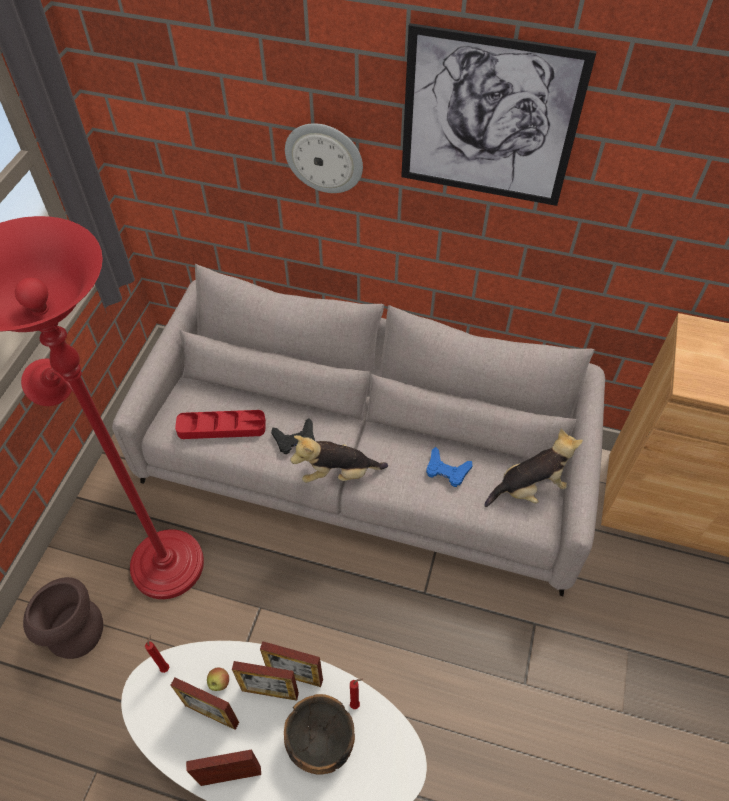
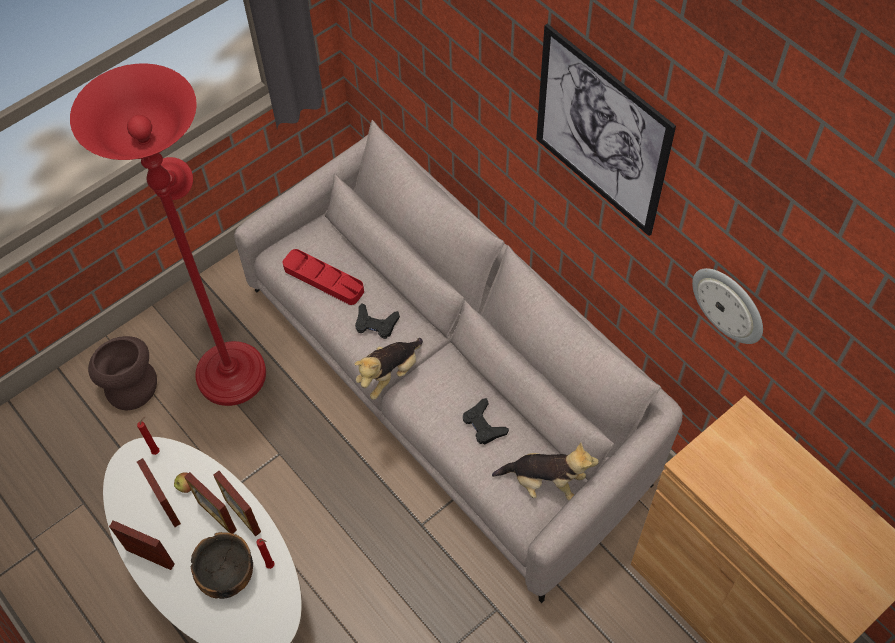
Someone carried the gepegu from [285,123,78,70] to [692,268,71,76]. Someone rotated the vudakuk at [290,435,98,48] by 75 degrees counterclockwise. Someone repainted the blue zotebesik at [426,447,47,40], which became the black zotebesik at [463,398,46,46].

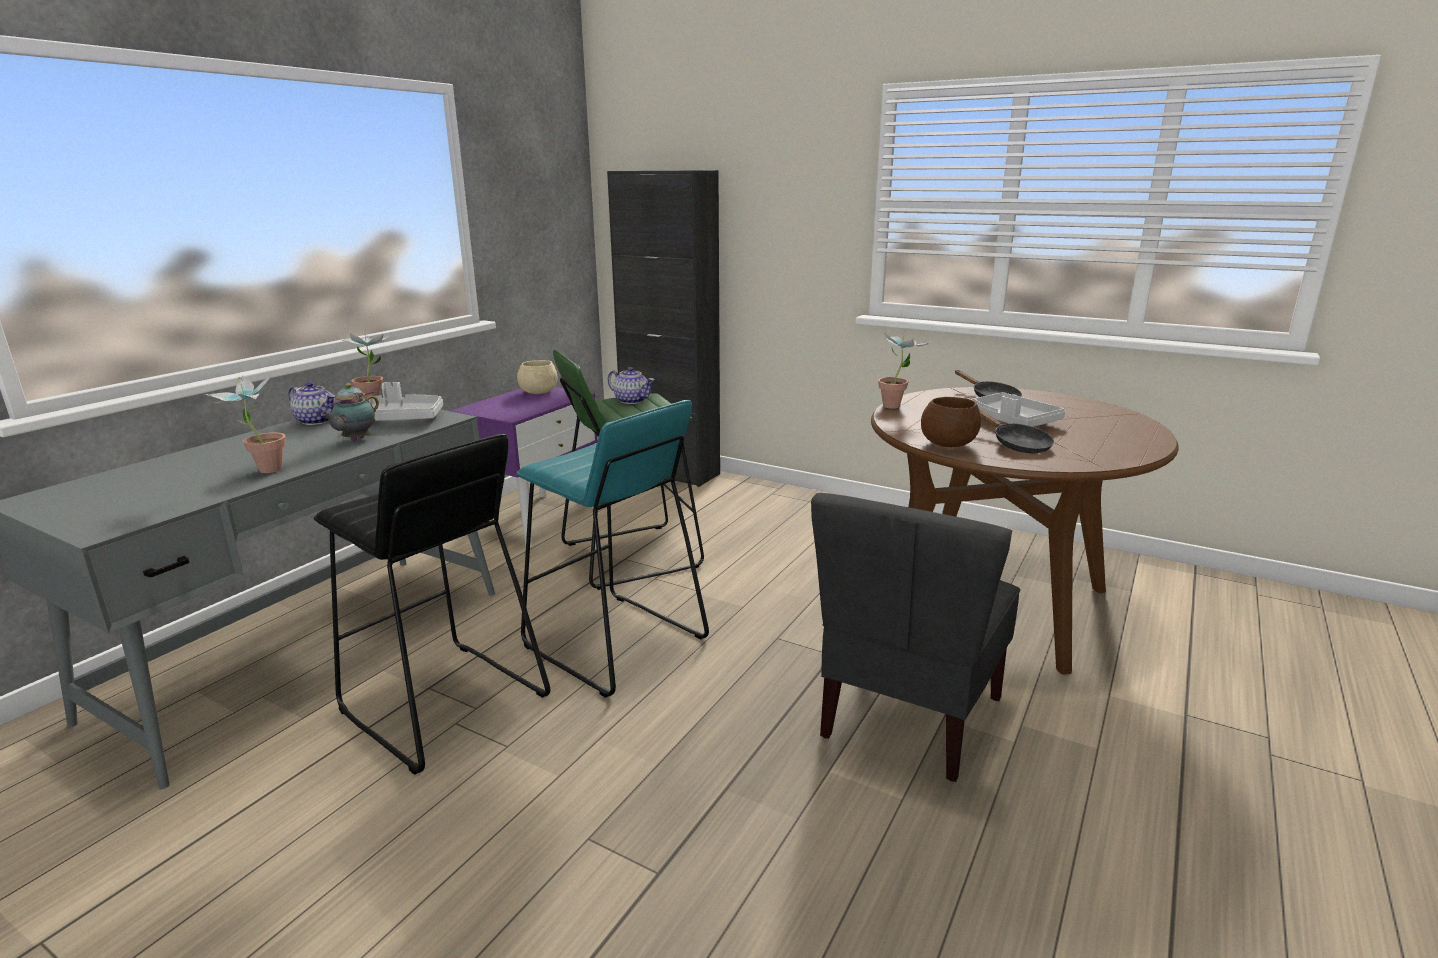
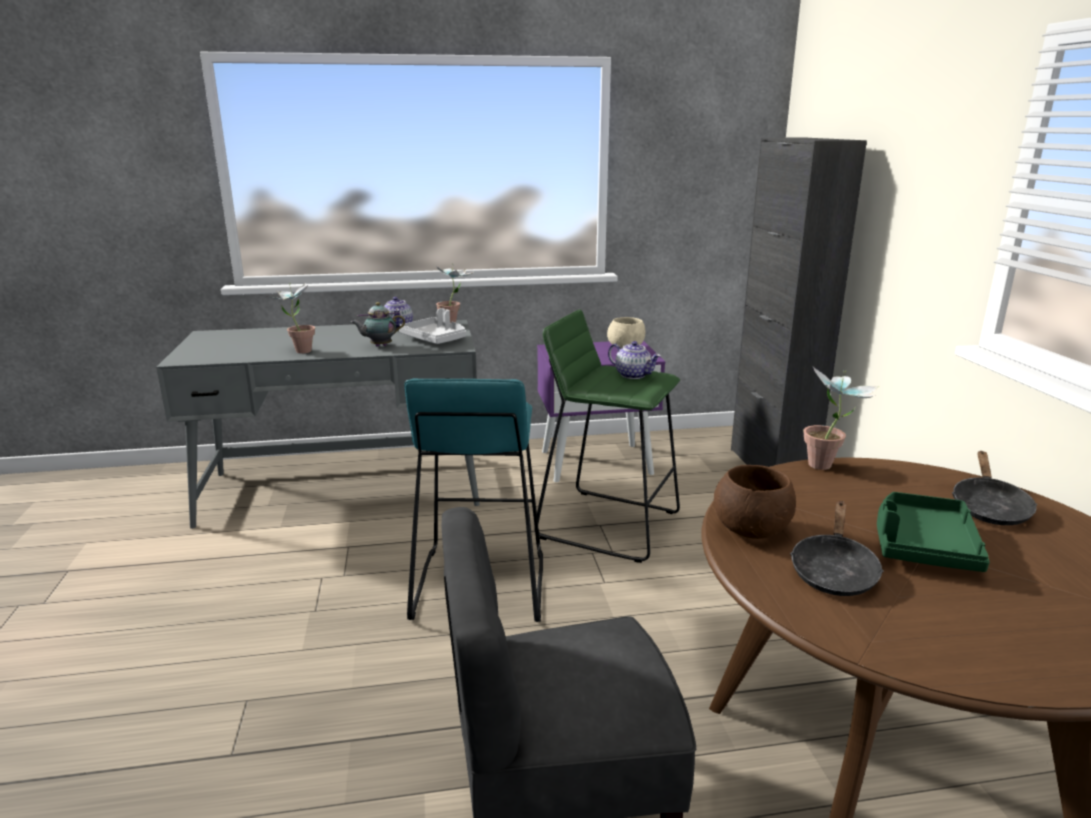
Someone took away the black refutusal at [314,434,236,341]. Someone rotated the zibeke at [608,367,46,37] by 45 degrees counterclockwise. Someone repainted the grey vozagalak at [974,392,91,35], which became the green vozagalak at [877,492,113,80].

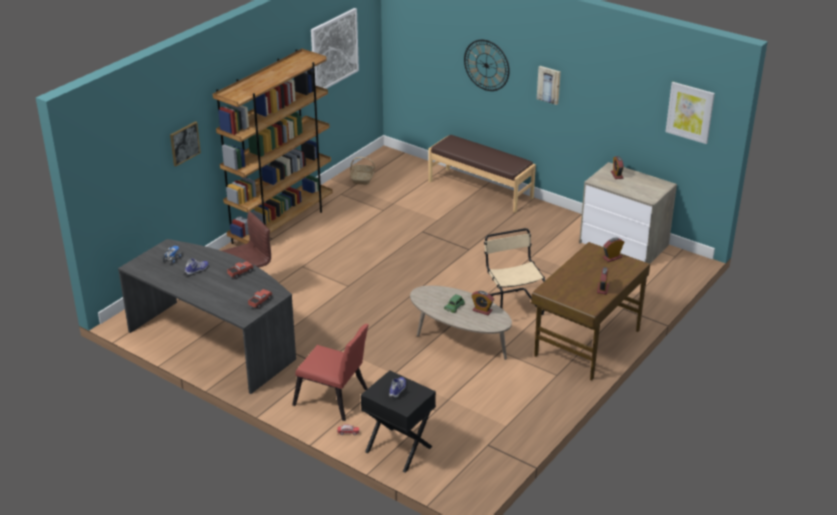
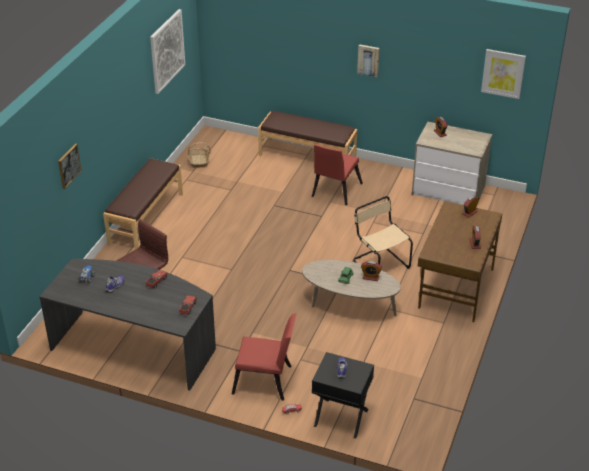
Someone swapped the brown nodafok at [212,49,121,195] for the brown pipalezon at [103,158,80,92]. Someone took away the gepegu at [464,40,46,51]. Someone put down the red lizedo at [312,144,51,61].

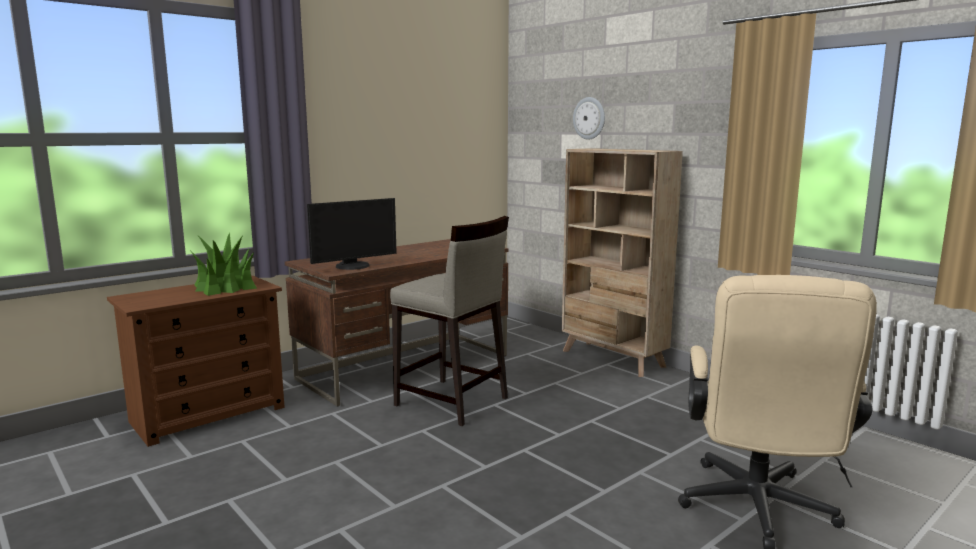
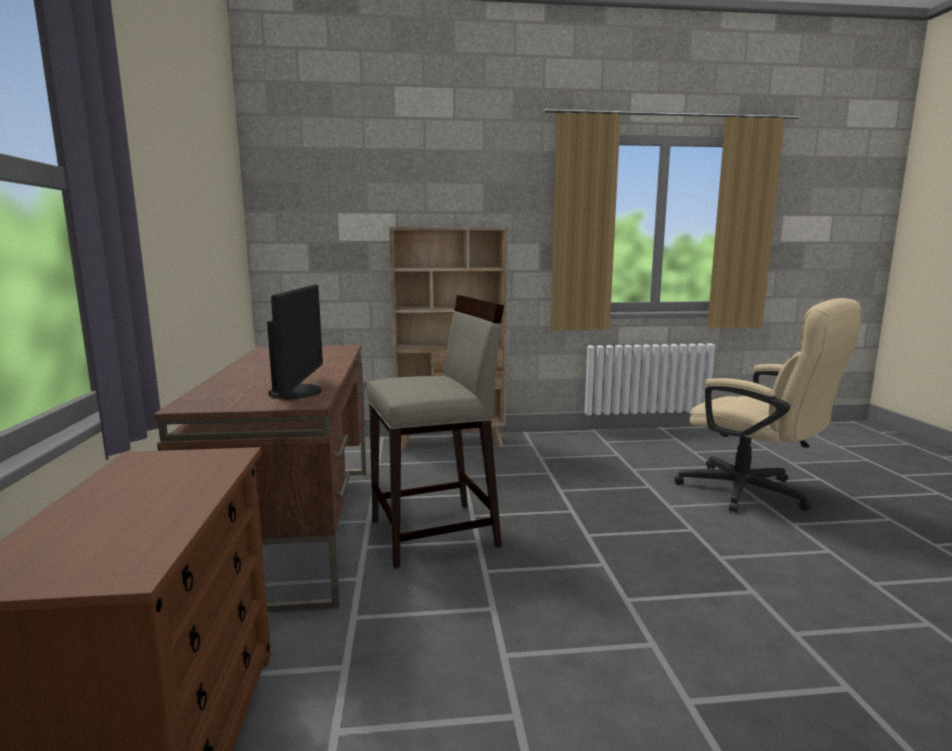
Someone took away the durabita at [191,233,66,63]. Someone took away the gepegu at [573,97,32,43].

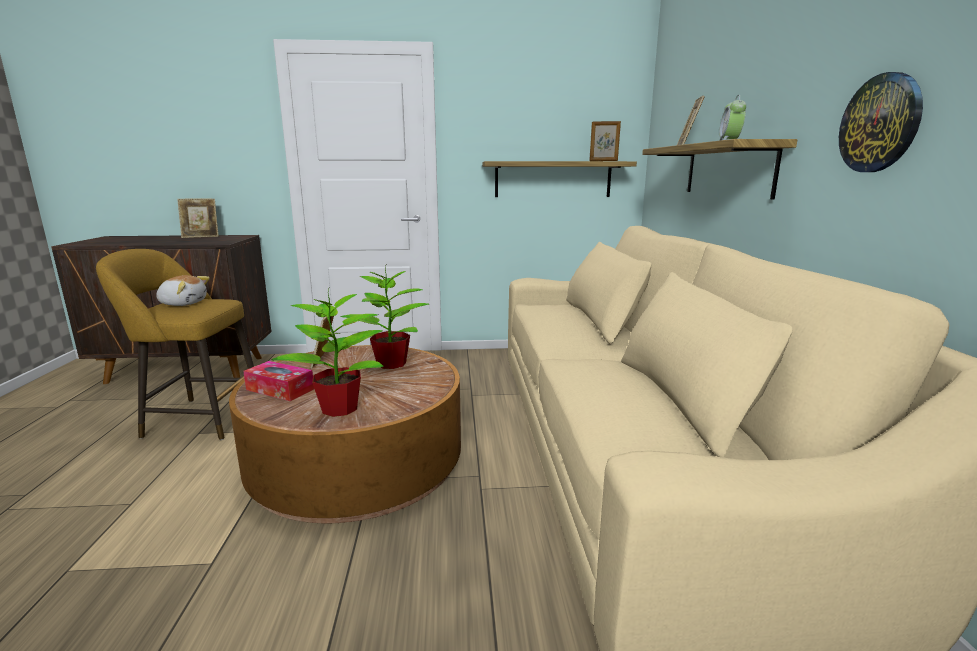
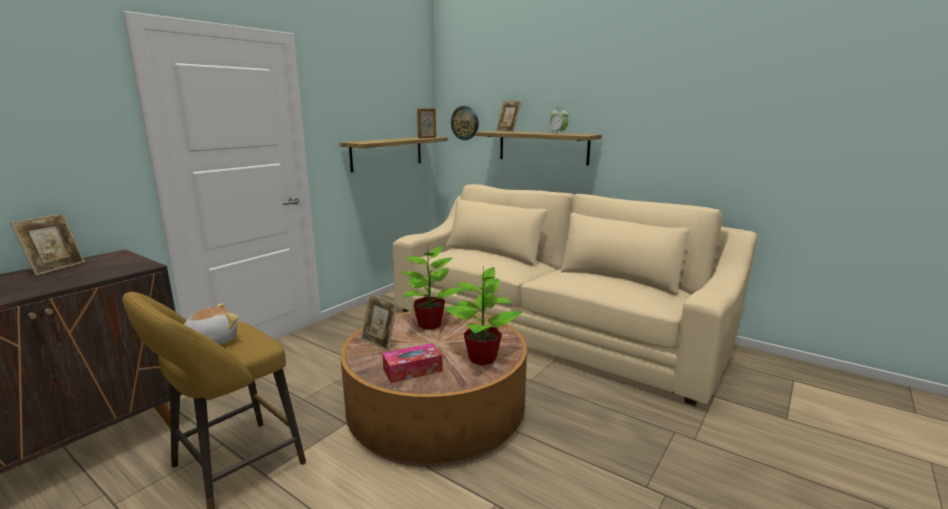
Someone carried the gepegu from [839,72,84,100] to [451,106,28,34].

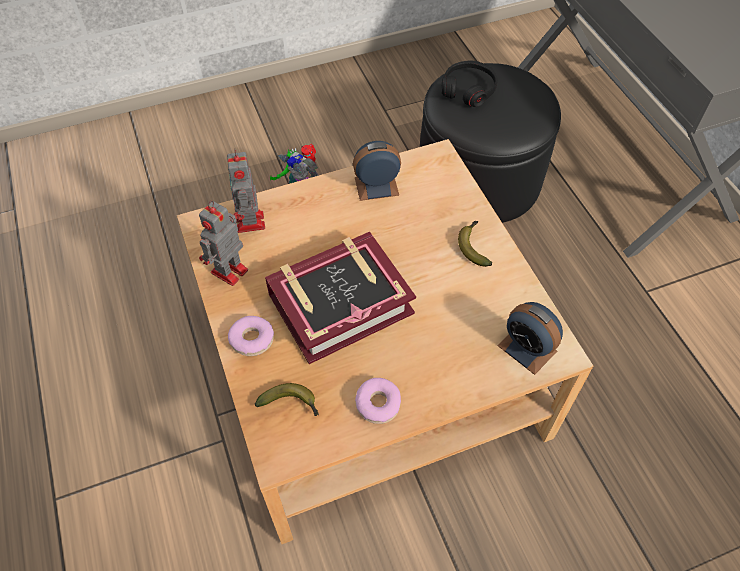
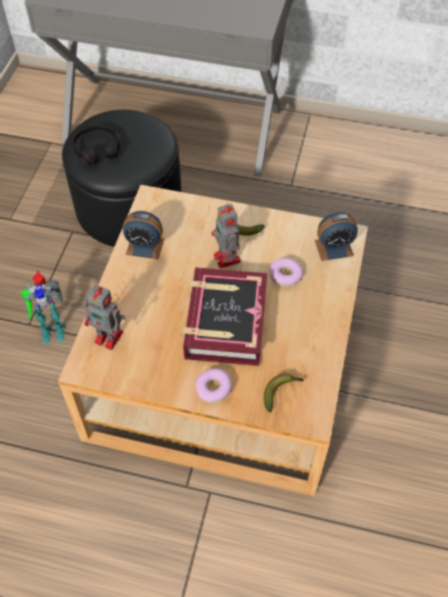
Someone carried the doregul from [199,201,49,85] to [212,203,29,66]. Someone rotated the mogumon at [353,141,48,60] by 105 degrees counterclockwise. Someone carried the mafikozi from [355,378,46,46] to [269,258,34,29].

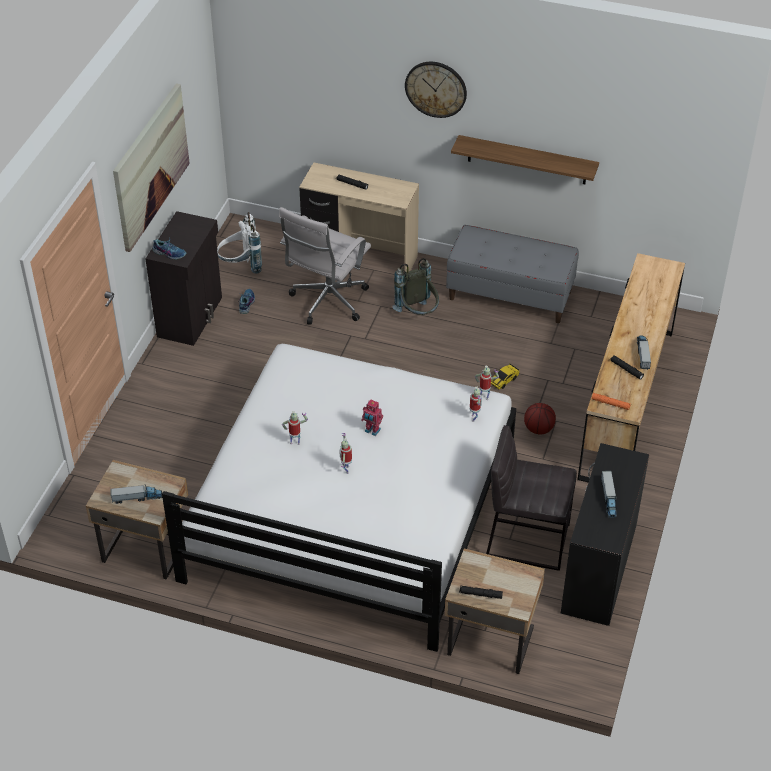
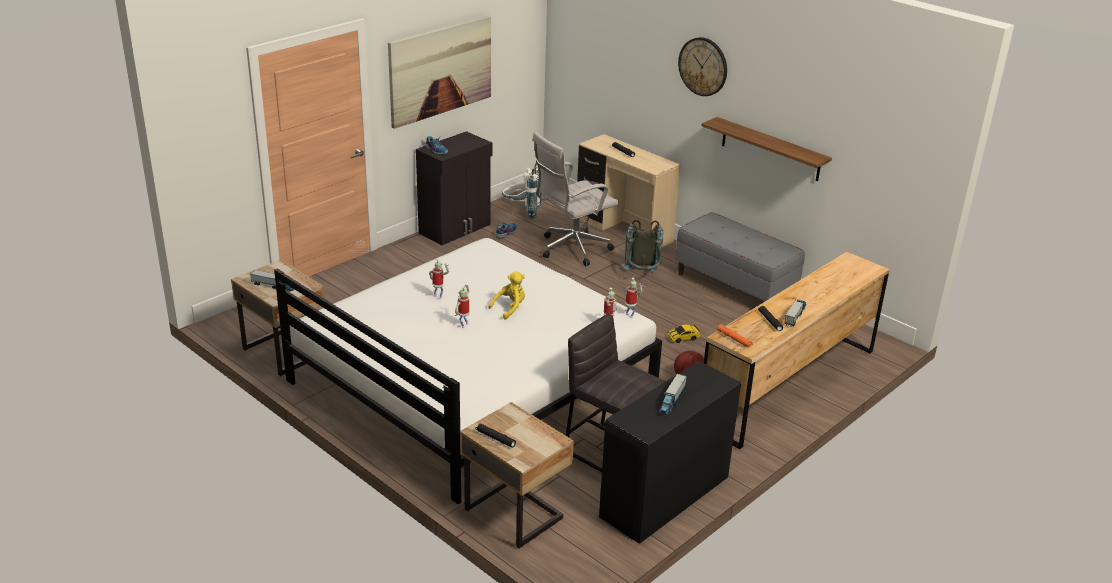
Someone swapped the doregul at [361,399,22,37] for the yellow vudakuk at [488,271,37,49].

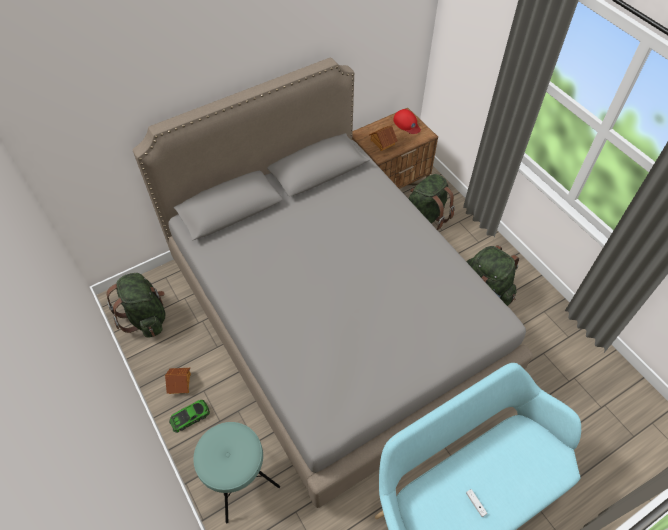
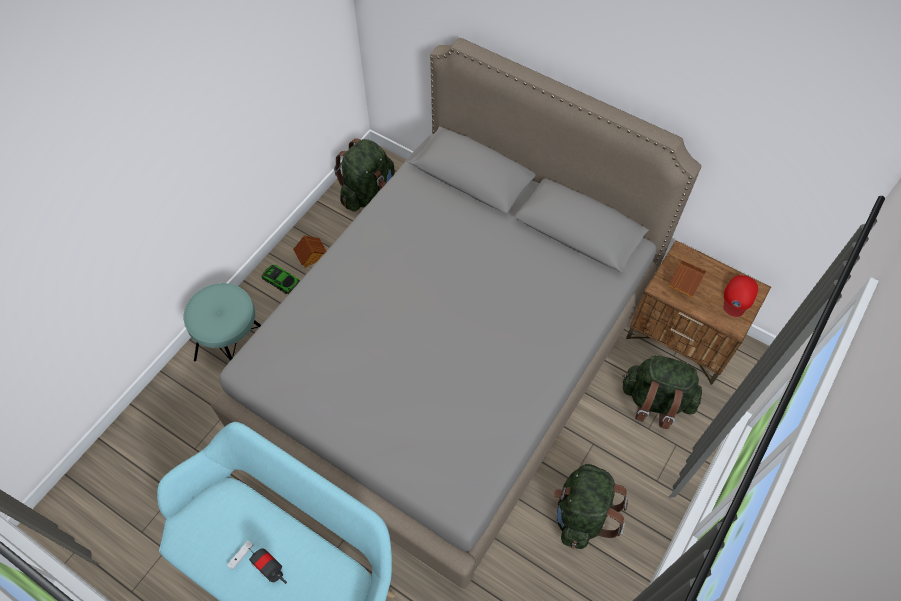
Someone put down the doregul at [248,548,39,36].

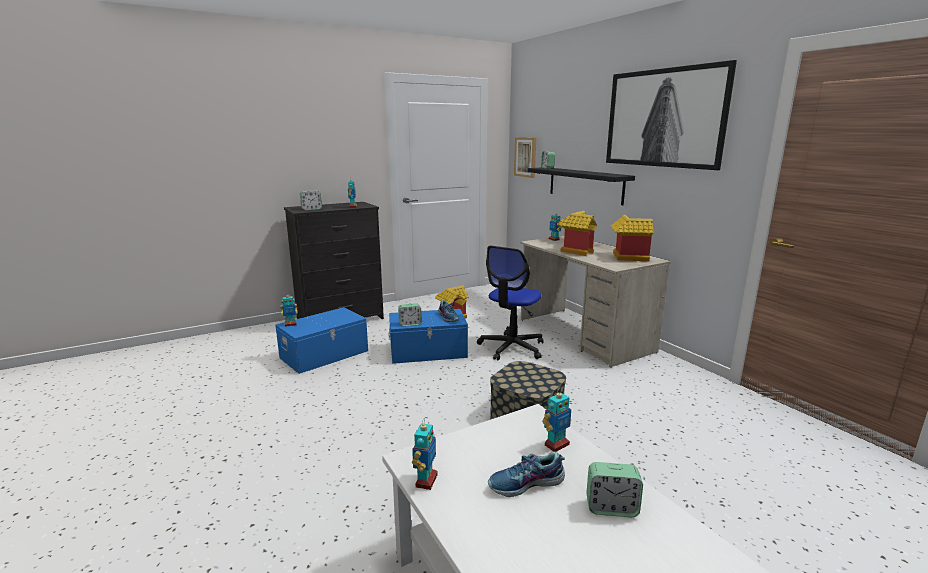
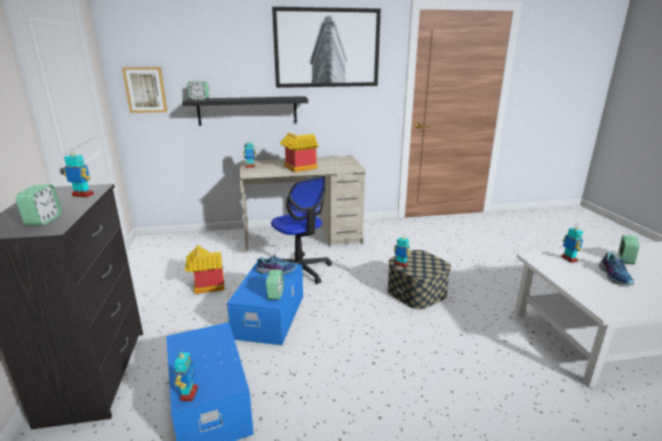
Someone carried the doregul from [412,422,26,68] to [394,237,16,30]. Someone took away the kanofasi at [610,215,43,46].

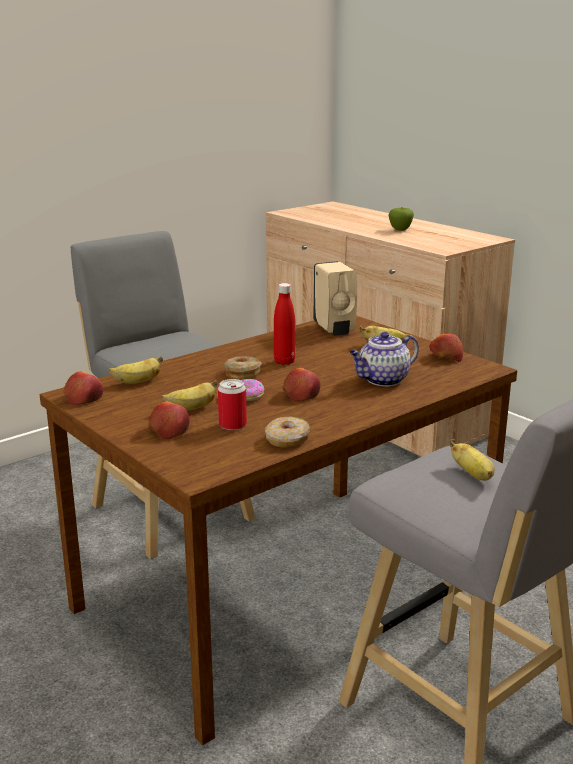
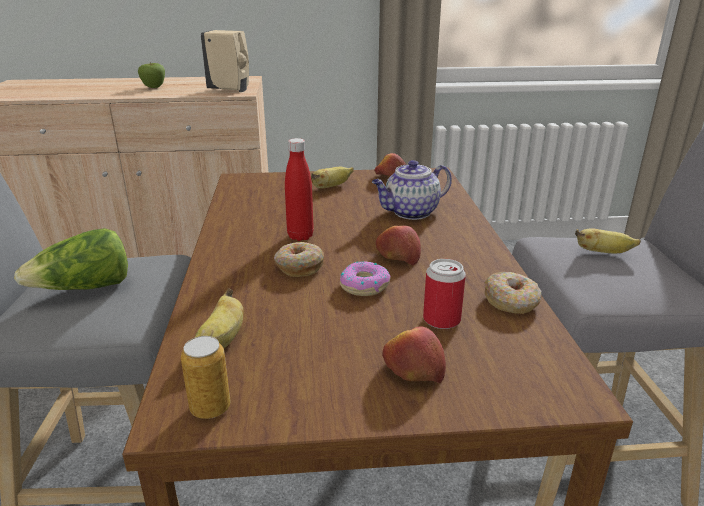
Someone swapped the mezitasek at [63,371,41,35] for the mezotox at [181,336,50,83]. Someone took away the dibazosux at [161,380,56,31]. Someone carried the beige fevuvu from [313,261,44,74] to [201,30,48,62]. Someone rotated the zibeke at [349,332,70,54] by 60 degrees clockwise. Someone put down the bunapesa at [14,228,114,62].

